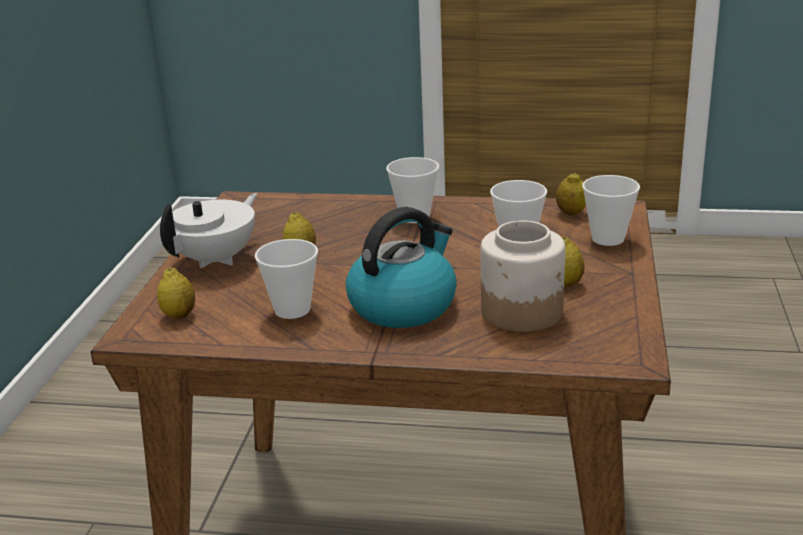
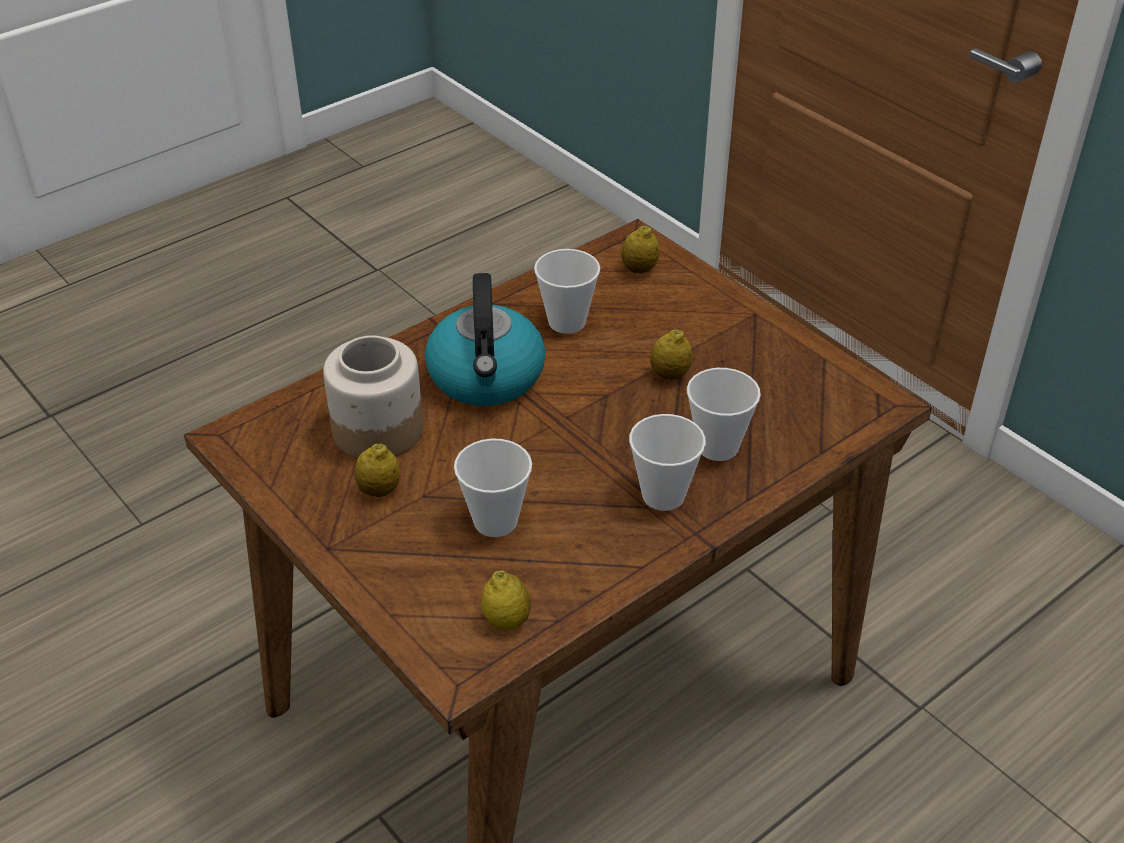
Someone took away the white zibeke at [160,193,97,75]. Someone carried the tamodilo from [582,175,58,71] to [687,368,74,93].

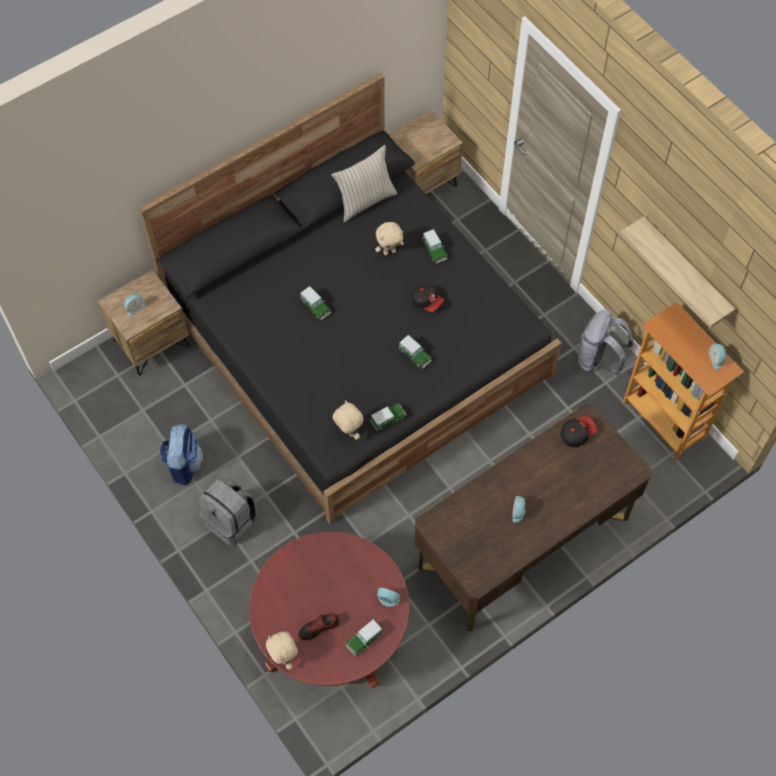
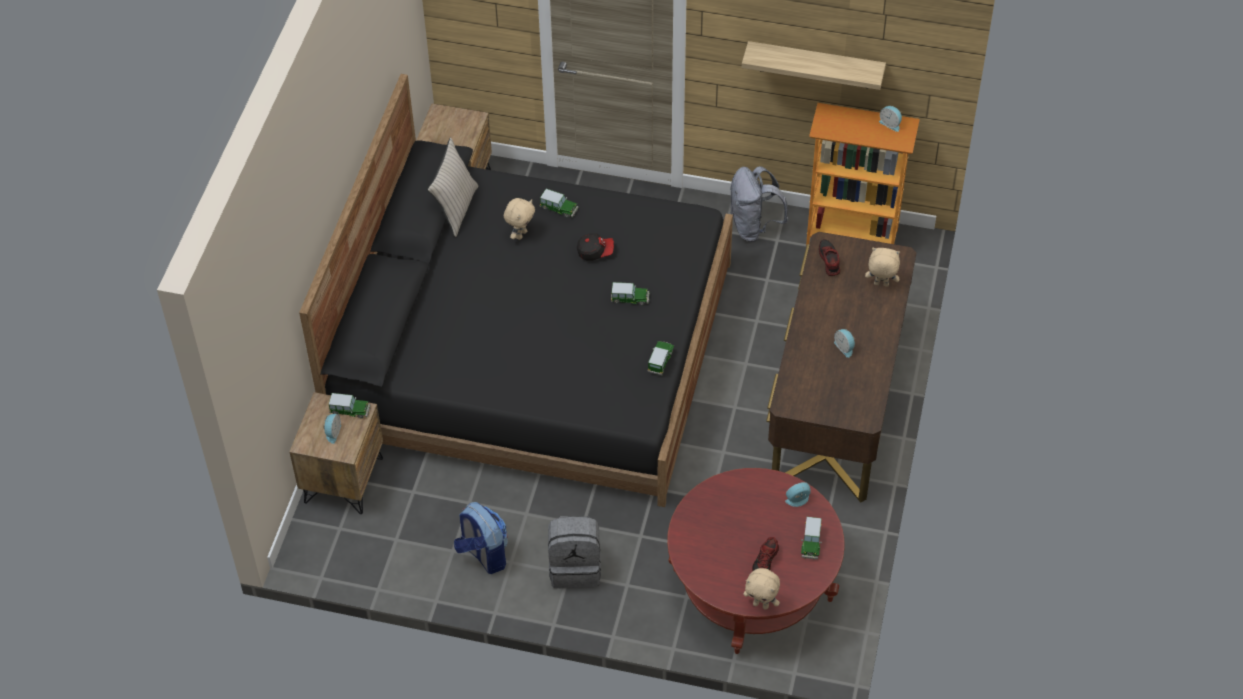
Someone carried the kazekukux from [300,286,31,34] to [329,393,41,25]. Someone carried the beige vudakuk from [333,400,30,40] to [865,248,35,39]. Someone swapped the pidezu at [561,416,36,31] for the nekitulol at [819,239,21,37].

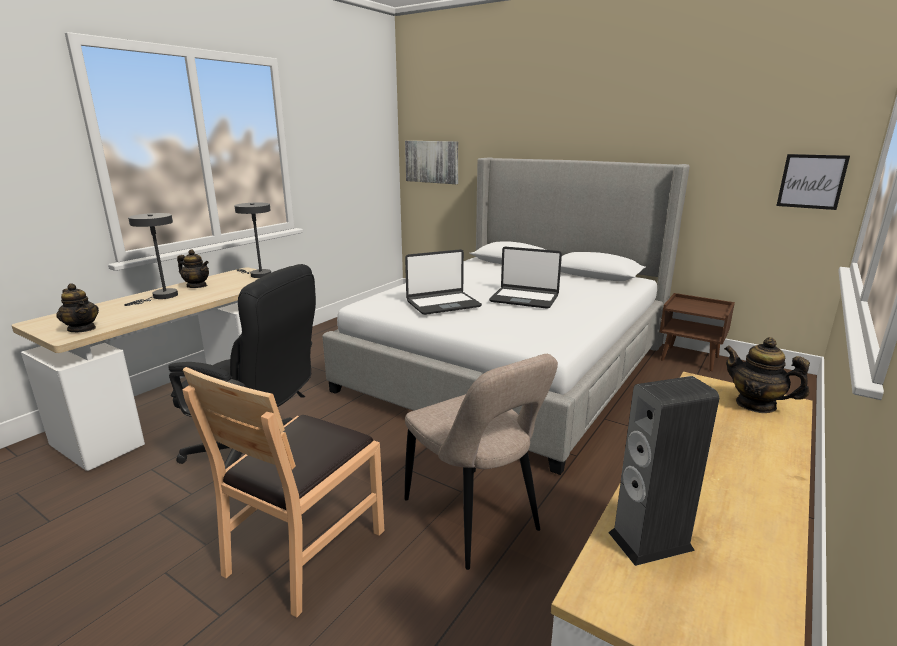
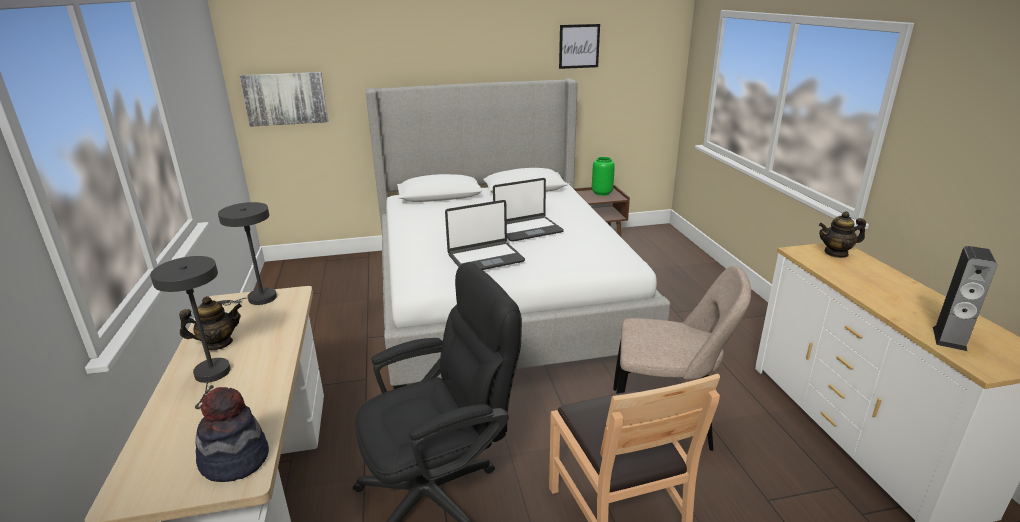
Someone swapped the zibeke at [56,284,43,48] for the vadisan at [195,387,74,95]. Someone rotated the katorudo at [405,249,77,66] by 45 degrees clockwise. Someone carried the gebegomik from [776,154,74,56] to [559,24,41,45]. Someone put down the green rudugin at [592,157,23,39].

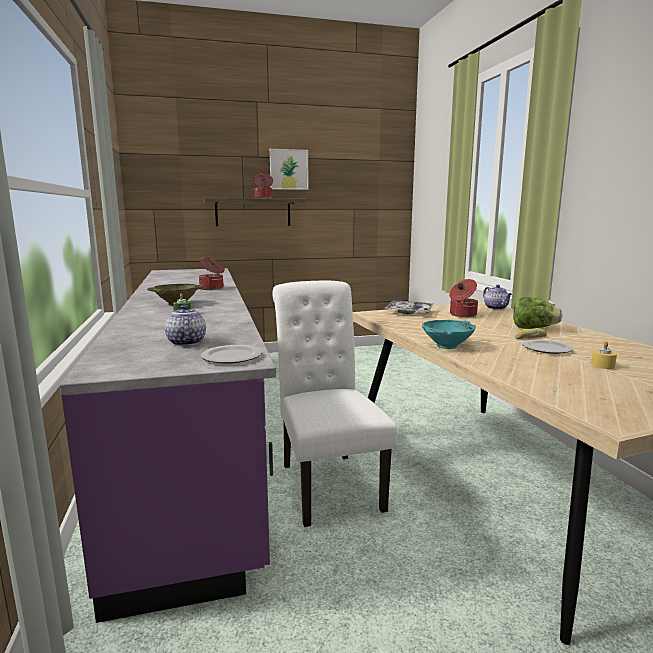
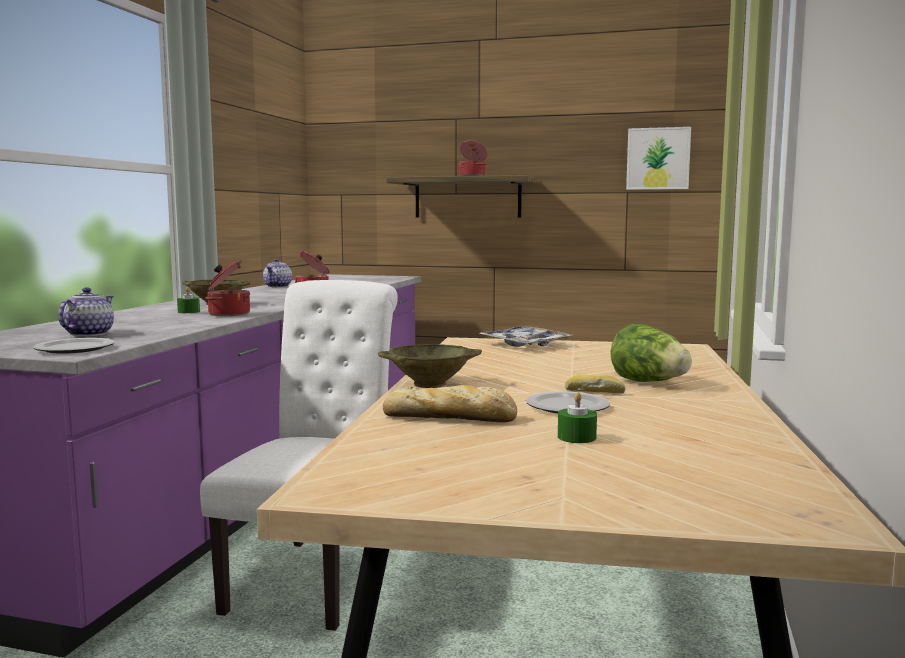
Someone carried the gebegomik from [270,149,39,41] to [626,127,65,63]. Someone repainted the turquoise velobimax at [422,320,54,29], which became the beige velobimax at [378,344,104,44]. Someone carried the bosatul from [449,279,29,38] to [205,260,45,56]. Someone carried the zibeke from [483,285,29,25] to [263,258,29,29]. Someone repainted the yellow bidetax at [591,341,26,28], which became the green bidetax at [558,392,39,51]. Someone put down the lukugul at [383,385,134,37].

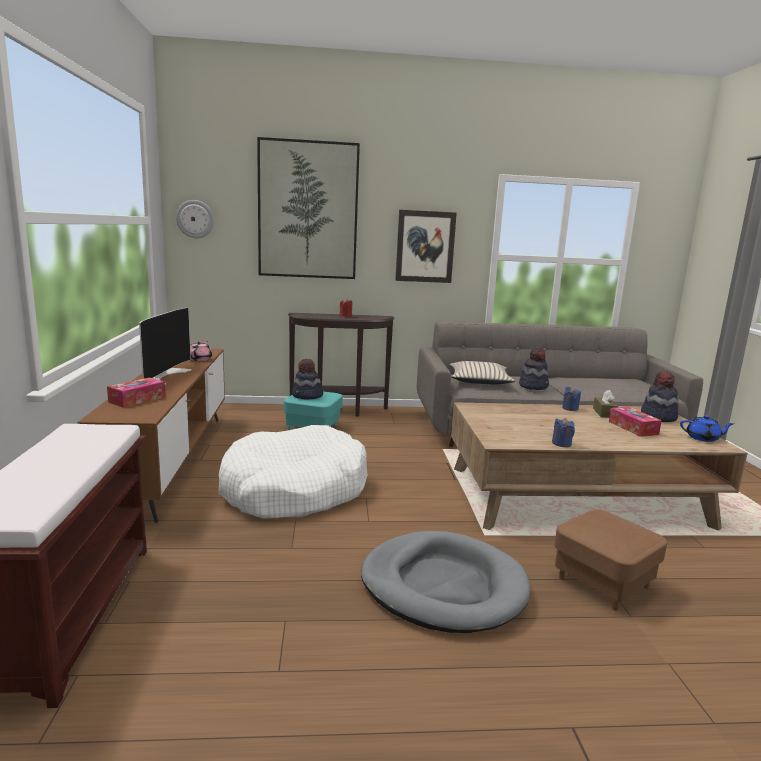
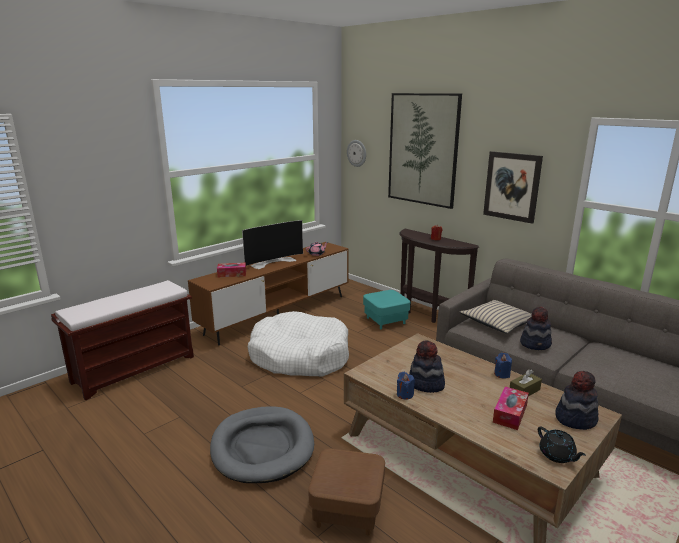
Someone carried the vadisan from [292,359,31,40] to [409,340,36,53]. Someone repainted the blue zibeke at [680,415,54,27], which became the black zibeke at [538,426,48,37].

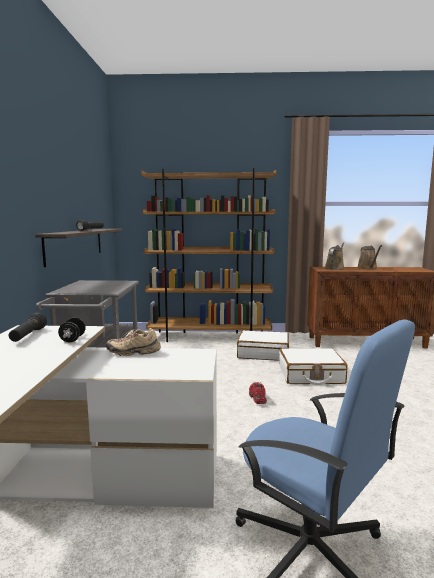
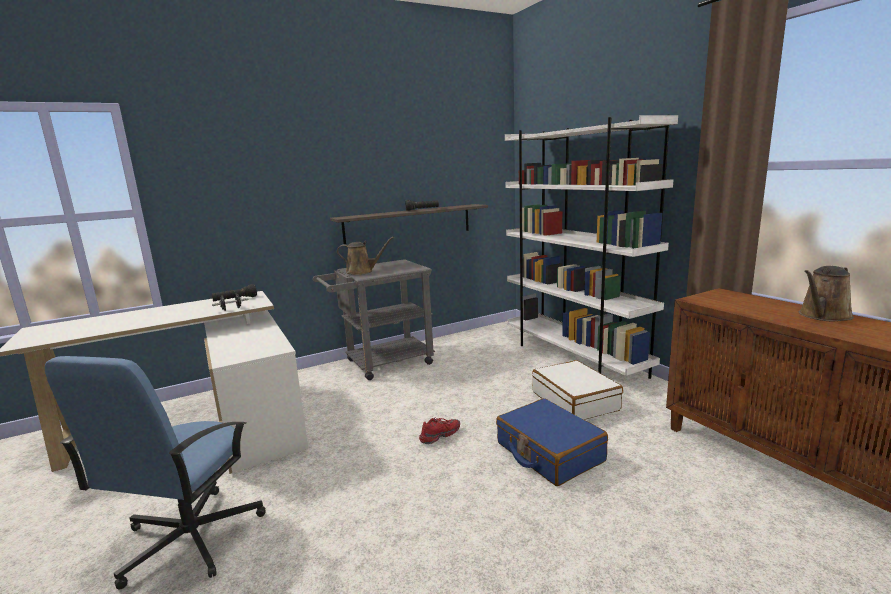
Someone took away the beige nekitulol at [106,328,55,28]. Someone repainted the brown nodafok at [141,168,135,174], which became the white nodafok at [505,115,173,264]. Someone repainted the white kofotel at [279,348,68,37], which became the blue kofotel at [496,398,112,88]. Someone carried the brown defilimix from [324,242,21,28] to [337,237,57,38].

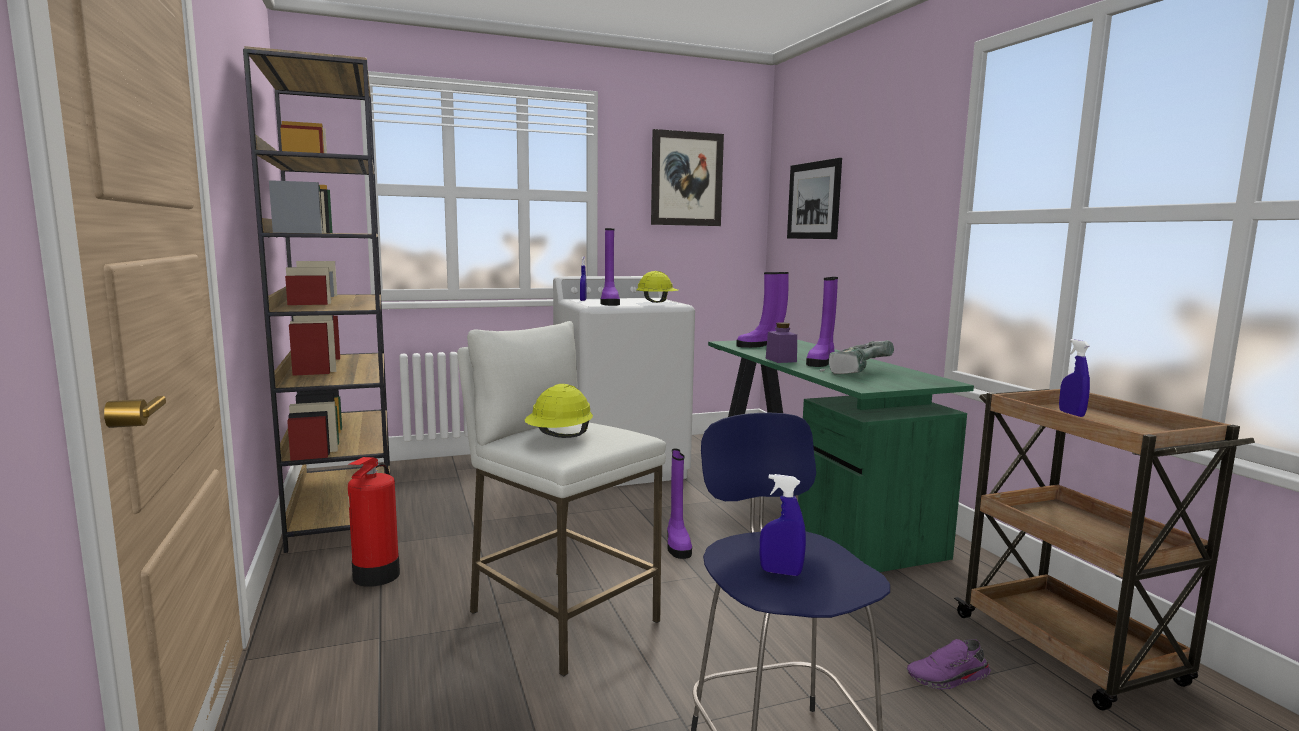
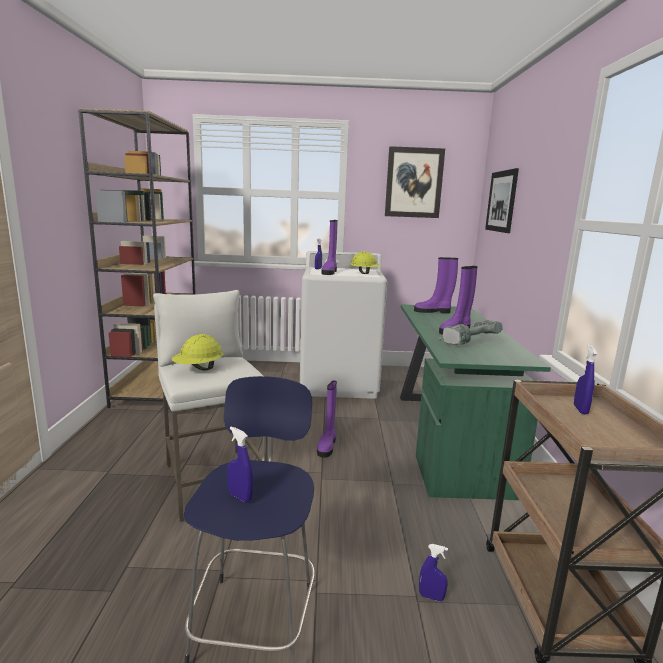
Someone took away the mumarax at [348,457,52,130]. Someone took away the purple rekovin at [766,322,31,41]. Someone swapped the purple nekitulol at [907,639,84,51] for the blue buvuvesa at [419,544,29,57].

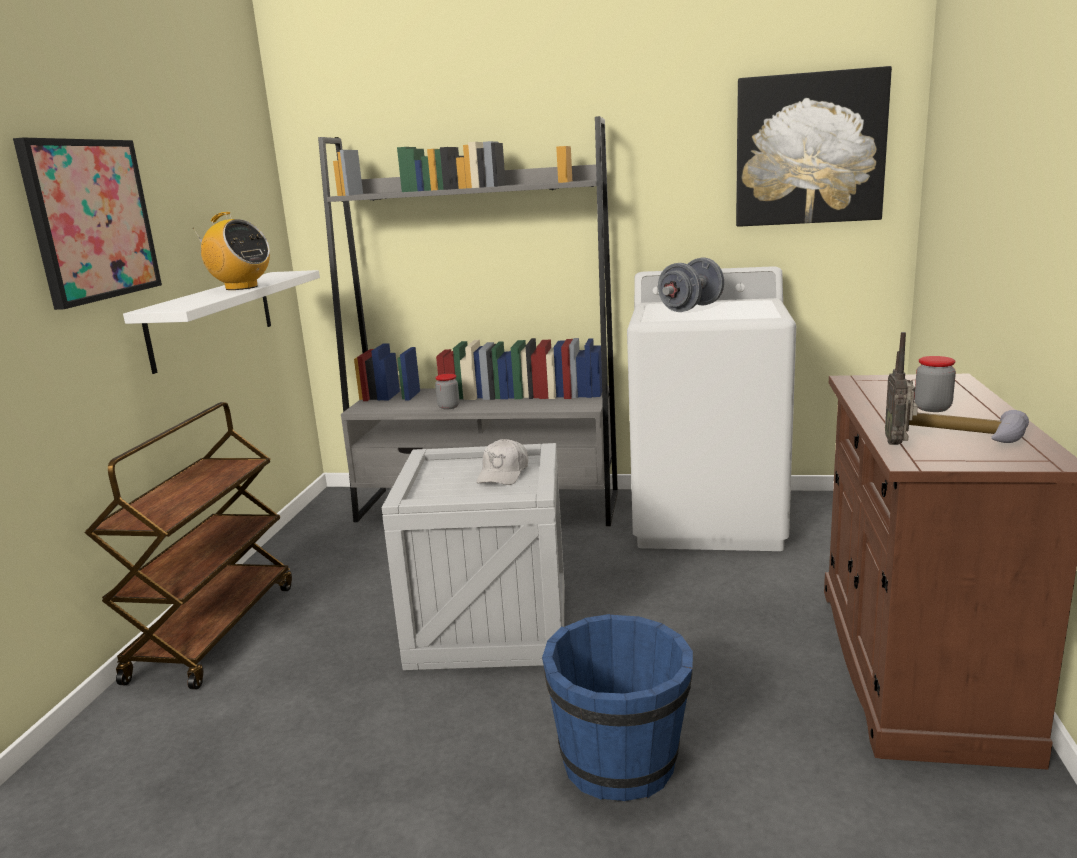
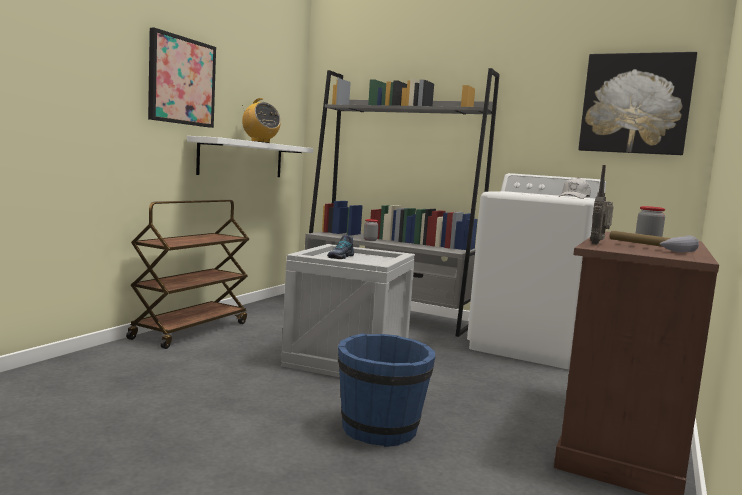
Someone carried the white pidezu from [476,439,52,46] to [559,178,32,21]. Someone took away the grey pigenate at [658,258,66,54]. Someone put down the nekitulol at [327,235,27,24].

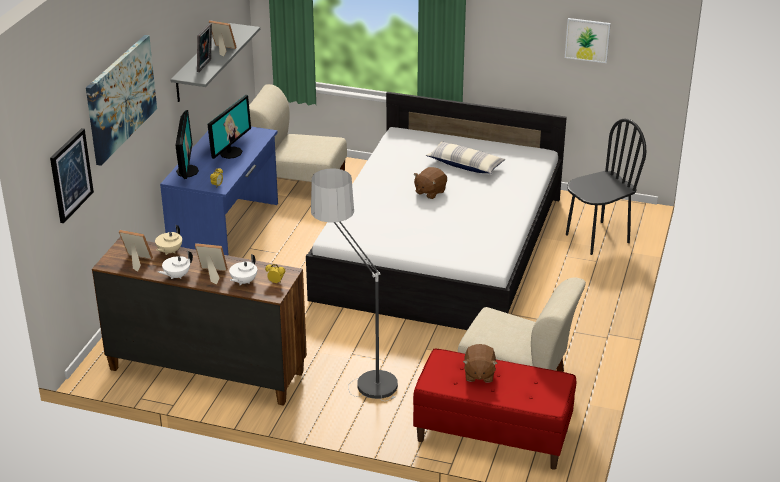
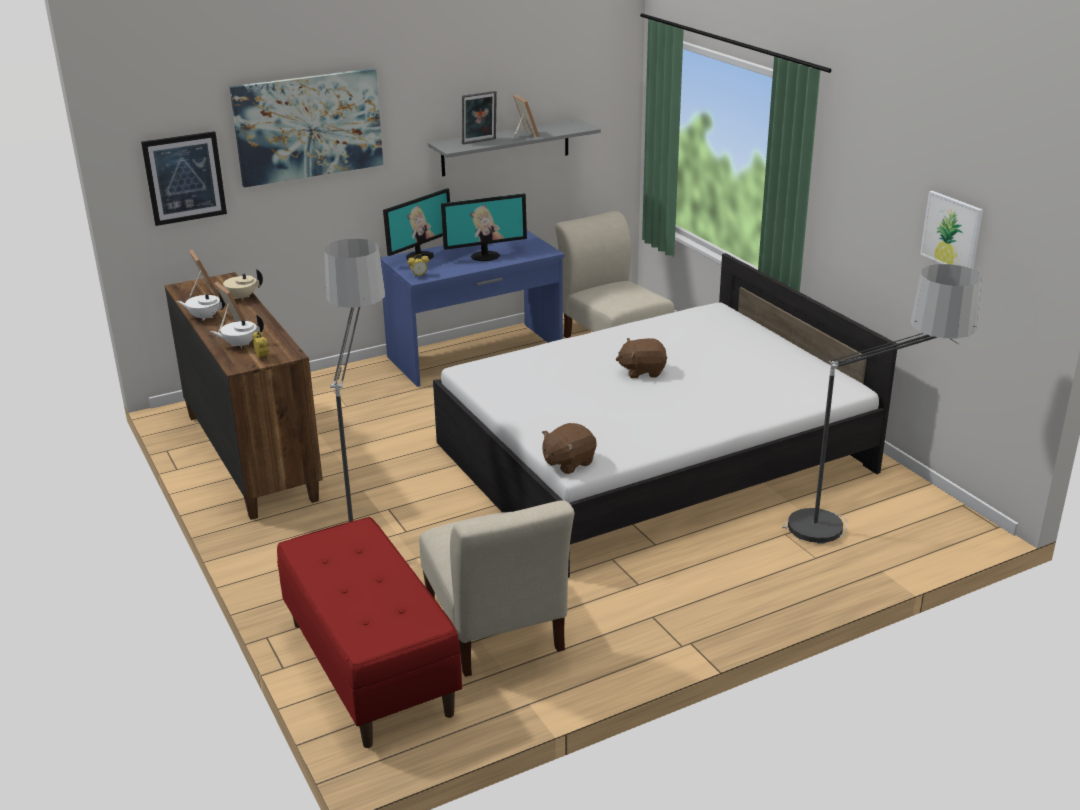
Someone took away the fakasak at [425,141,80,33]. Someone carried the brown vudakuk from [463,344,34,39] to [542,423,55,51]. Someone swapped the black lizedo at [566,118,80,137] for the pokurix at [782,264,200,280].

